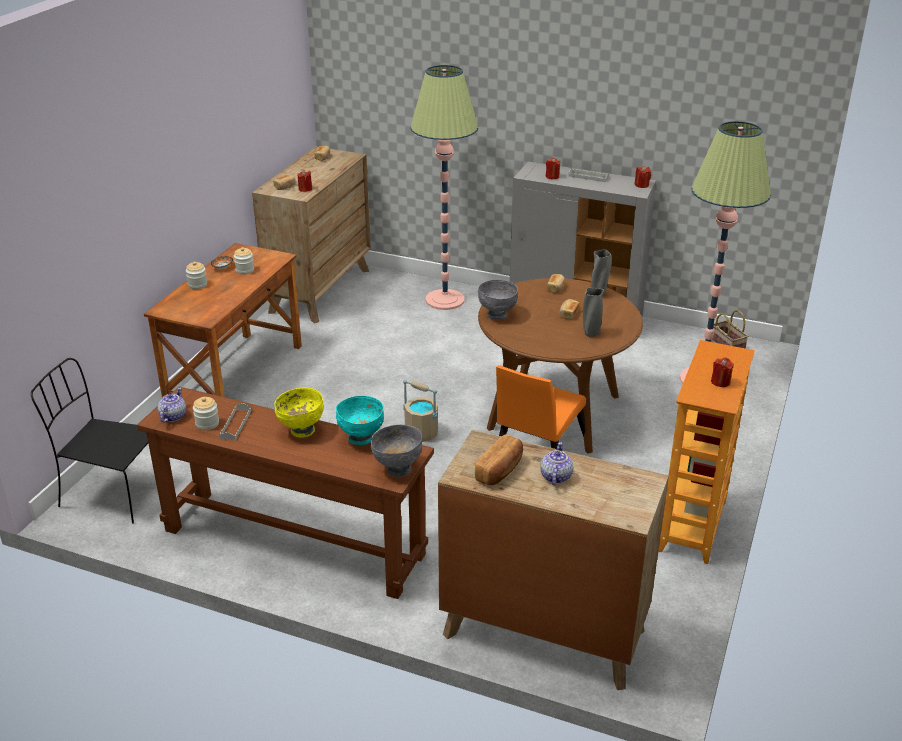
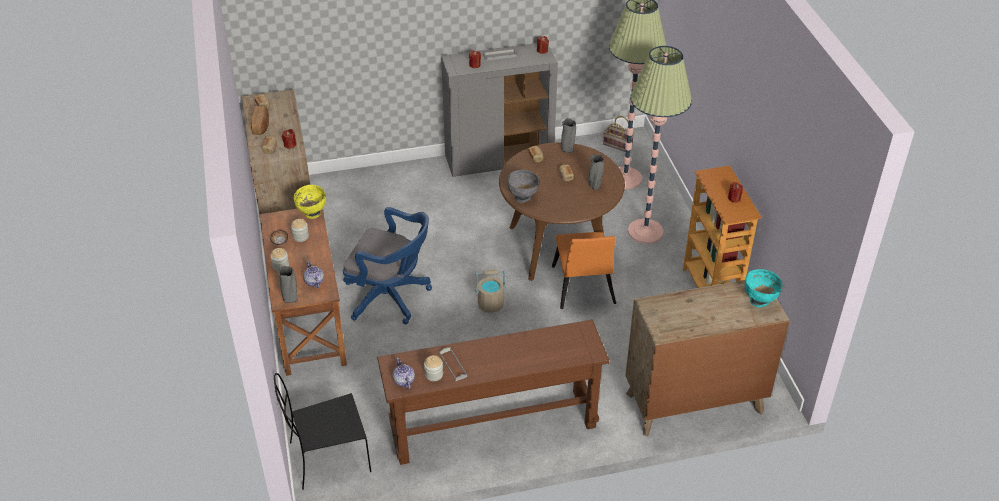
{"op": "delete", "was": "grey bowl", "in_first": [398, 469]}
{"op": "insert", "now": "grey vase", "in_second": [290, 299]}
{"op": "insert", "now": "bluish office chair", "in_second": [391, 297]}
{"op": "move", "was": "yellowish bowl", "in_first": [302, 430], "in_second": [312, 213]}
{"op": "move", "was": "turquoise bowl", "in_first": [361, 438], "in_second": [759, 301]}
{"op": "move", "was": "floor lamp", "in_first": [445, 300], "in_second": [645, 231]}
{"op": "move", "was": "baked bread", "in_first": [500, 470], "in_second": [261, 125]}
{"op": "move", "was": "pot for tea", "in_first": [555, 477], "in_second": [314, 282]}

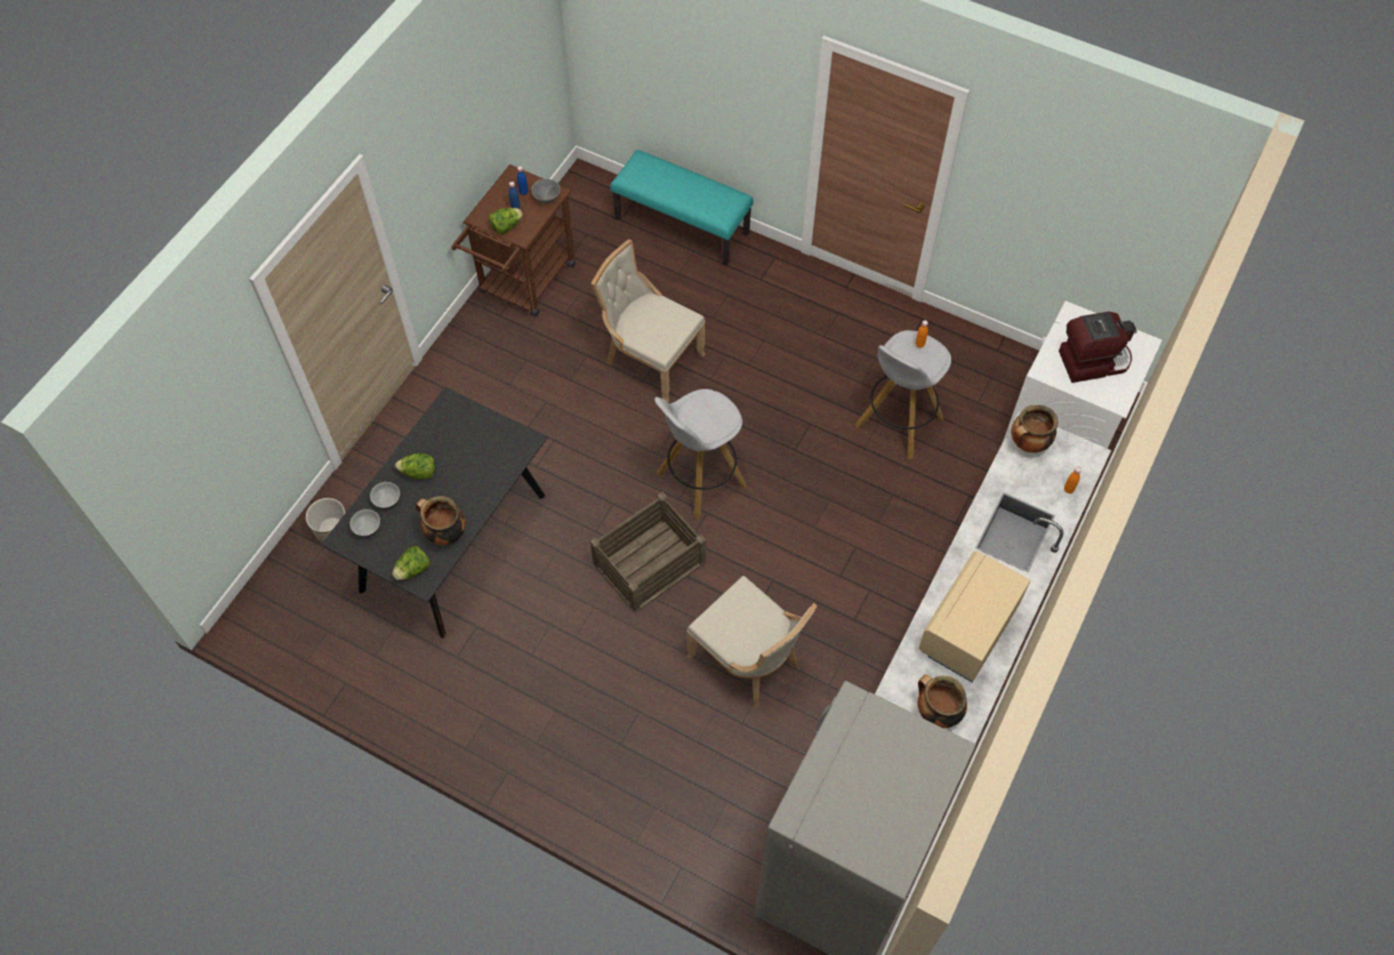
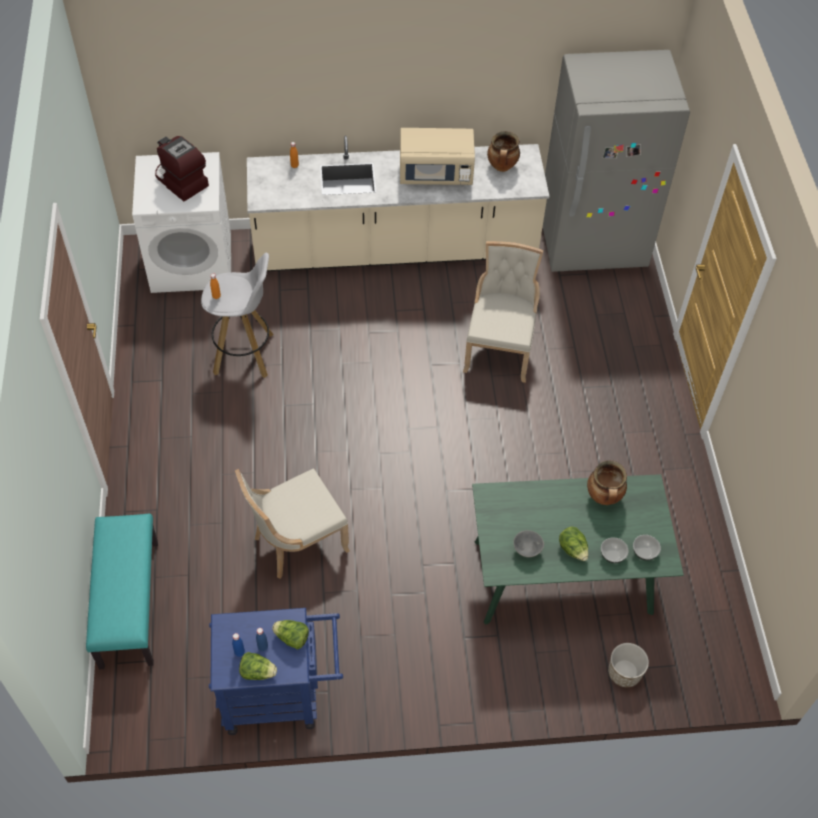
{"op": "delete", "was": "crate", "in_first": [648, 562]}
{"op": "delete", "was": "whitish stool seat", "in_first": [700, 480]}
{"op": "delete", "was": "saucepot", "in_first": [1028, 444]}
{"op": "move", "was": "head of lettuce", "in_first": [413, 570], "in_second": [257, 672]}
{"op": "move", "was": "grey bowl", "in_first": [547, 198], "in_second": [527, 549]}
{"op": "recolor", "was": "black dining table", "now": "green dining table", "in_first": [454, 543], "in_second": [563, 575]}
{"op": "recolor", "was": "brown trolley", "now": "bluish trolley", "in_first": [523, 284], "in_second": [280, 695]}
{"op": "rotate", "was": "sand-coloured chair", "in_first": [650, 360], "in_second": [296, 543], "clockwise": 60}

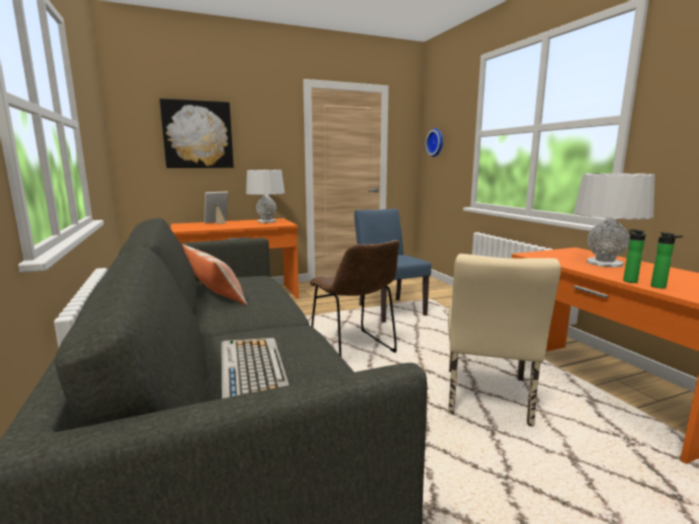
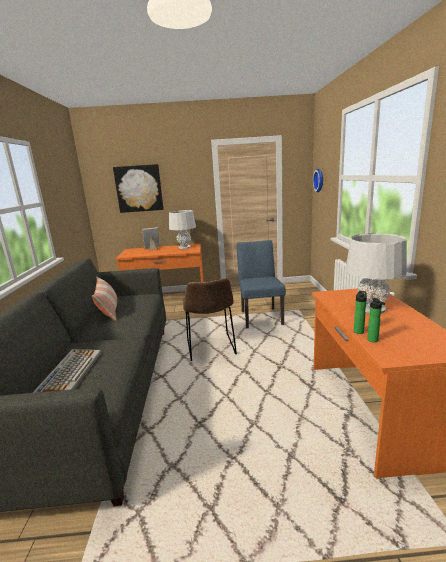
{"op": "delete", "was": "sand-coloured chair", "in_first": [487, 400]}

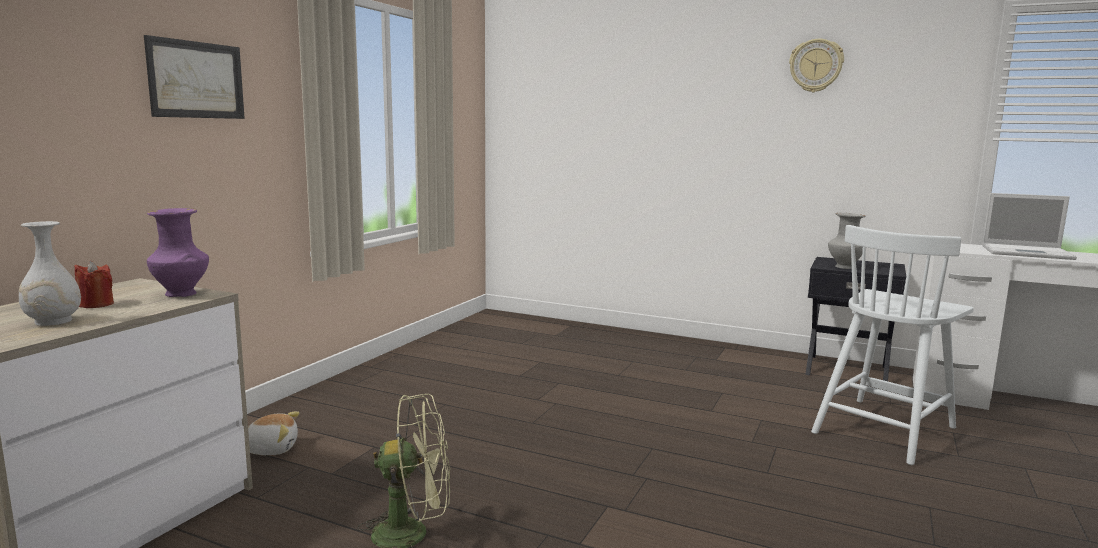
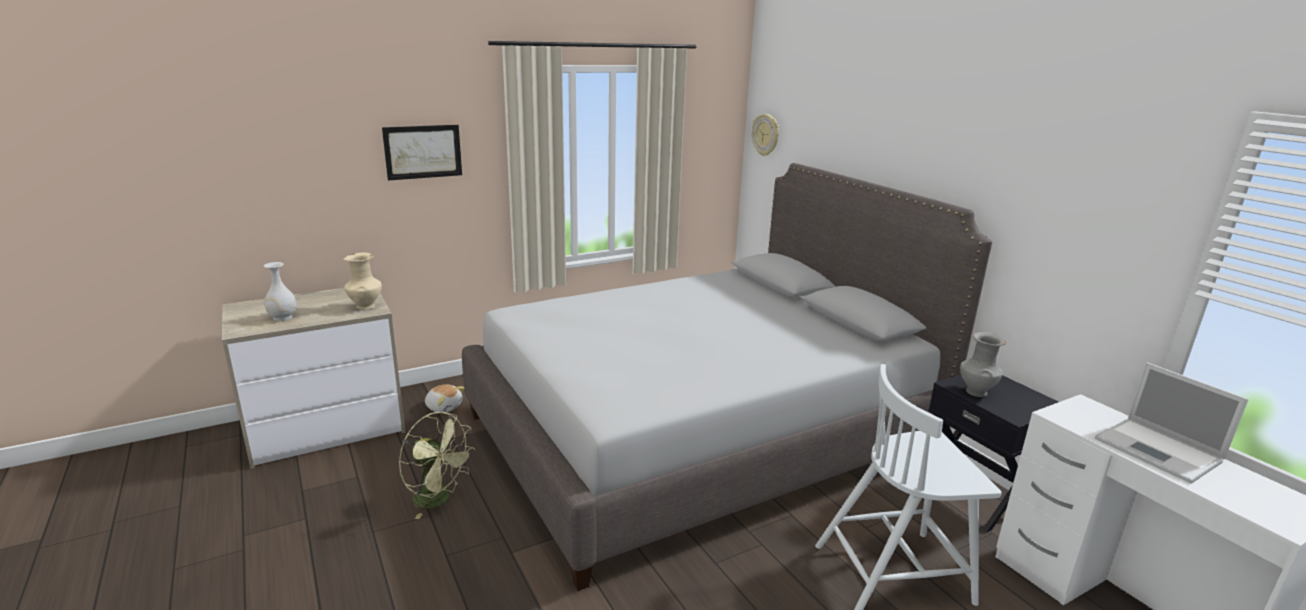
{"op": "delete", "was": "reddish wax candle", "in_first": [96, 304]}
{"op": "insert", "now": "grey bed", "in_second": [700, 435]}
{"op": "move", "was": "clock on the wall", "in_first": [816, 65], "in_second": [766, 135]}
{"op": "recolor", "was": "purplish vase", "now": "sand-coloured vase", "in_first": [182, 294], "in_second": [366, 307]}

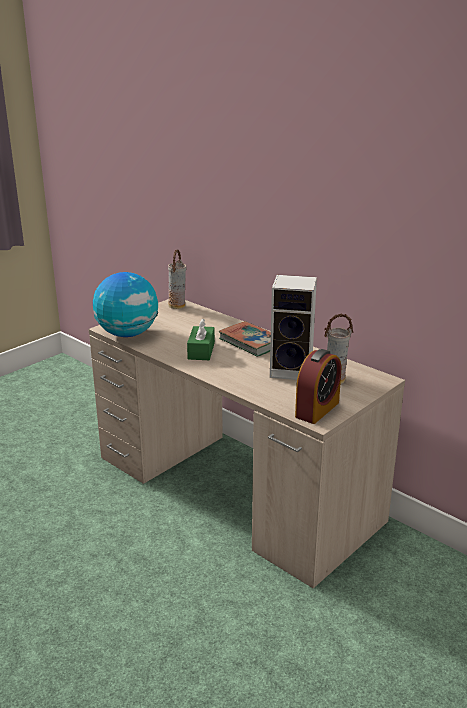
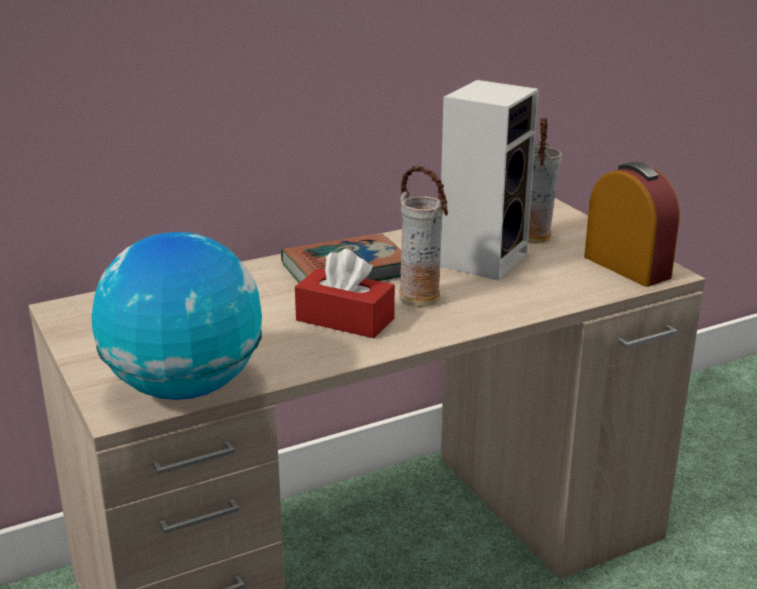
{"op": "move", "was": "vase", "in_first": [177, 306], "in_second": [420, 298]}
{"op": "recolor", "was": "green tissue box", "now": "reddish tissue box", "in_first": [201, 351], "in_second": [345, 319]}

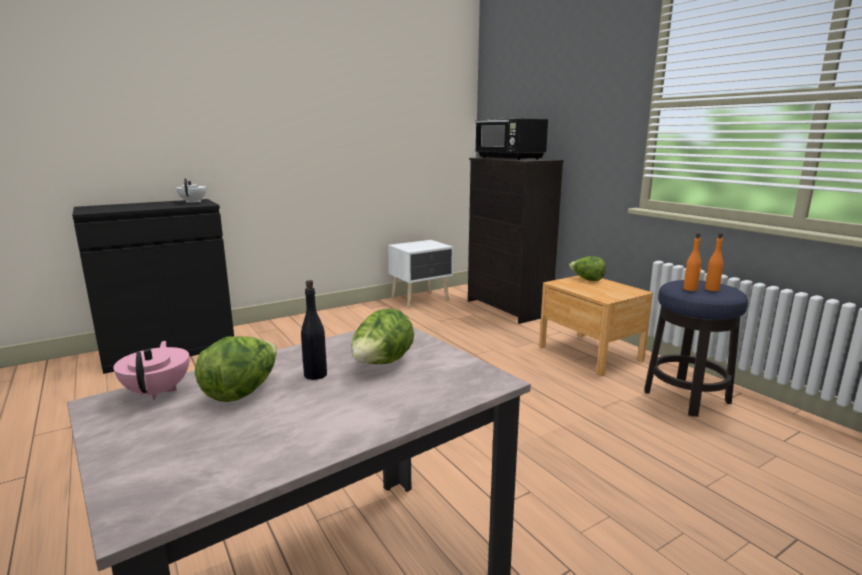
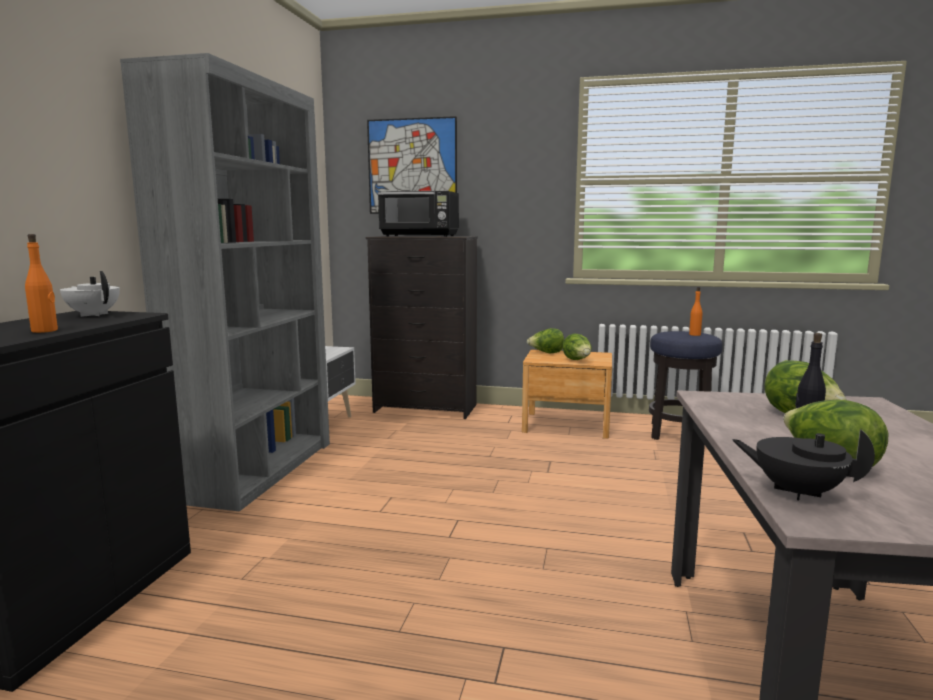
{"op": "insert", "now": "grey shelving unit", "in_second": [258, 469]}
{"op": "insert", "now": "picture", "in_second": [412, 166]}
{"op": "insert", "now": "head of lettuce", "in_second": [577, 360]}
{"op": "move", "was": "orange-coloured drink bottle", "in_first": [690, 289], "in_second": [45, 331]}
{"op": "recolor", "was": "pinkish pot for tea", "now": "black pot for tea", "in_first": [158, 391], "in_second": [796, 492]}

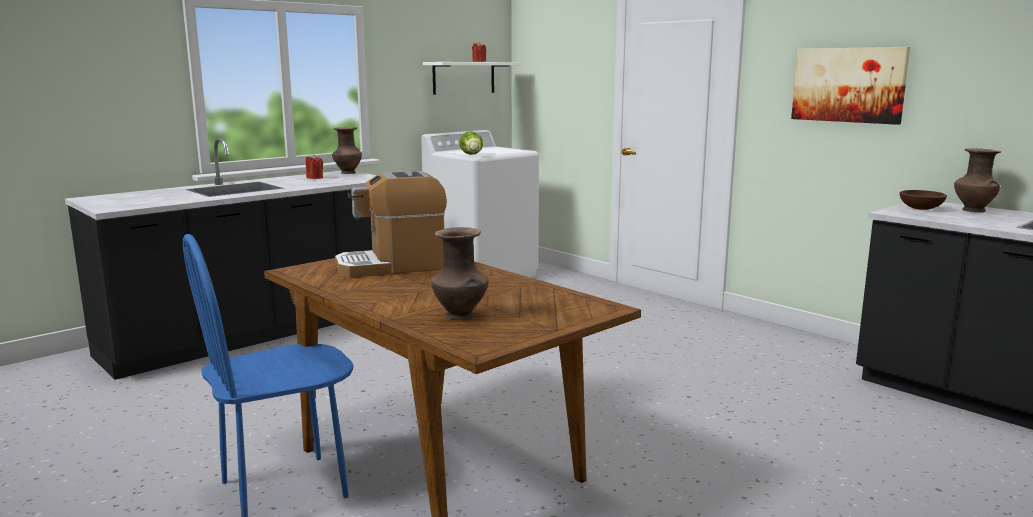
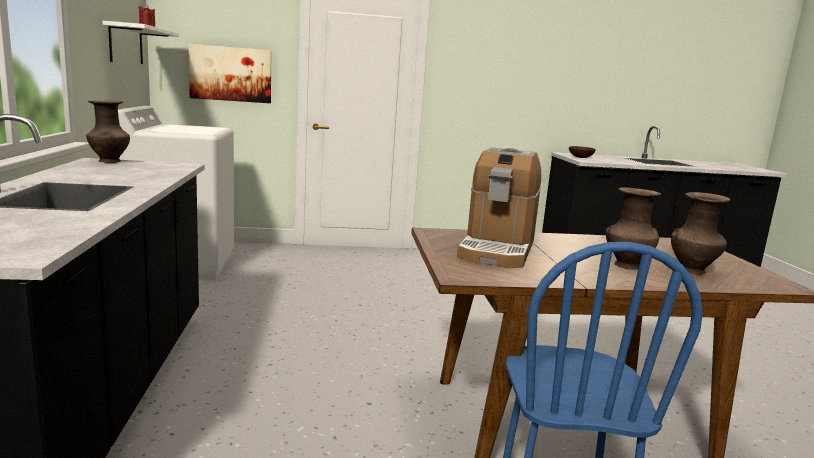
{"op": "delete", "was": "reddish wax candle", "in_first": [314, 178]}
{"op": "delete", "was": "head of lettuce", "in_first": [472, 155]}
{"op": "move", "was": "picture", "in_first": [848, 85], "in_second": [231, 74]}
{"op": "move", "was": "brown vase", "in_first": [972, 210], "in_second": [626, 265]}

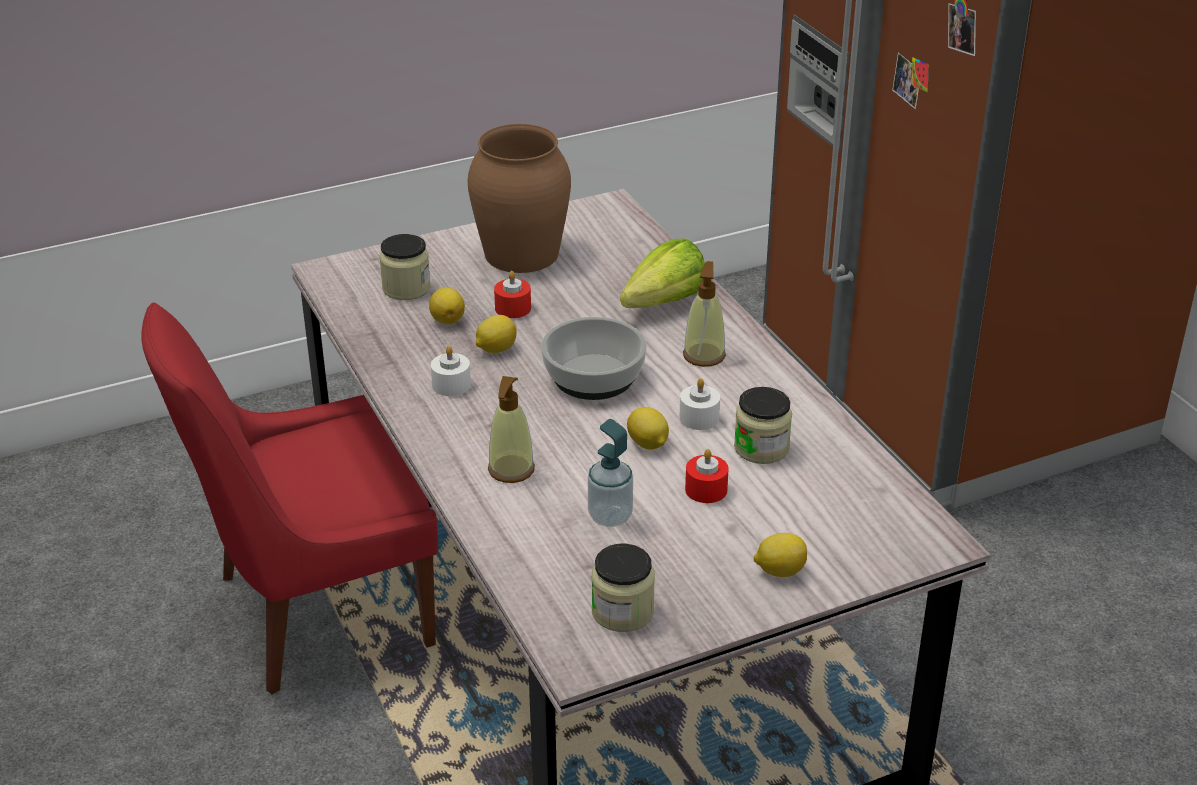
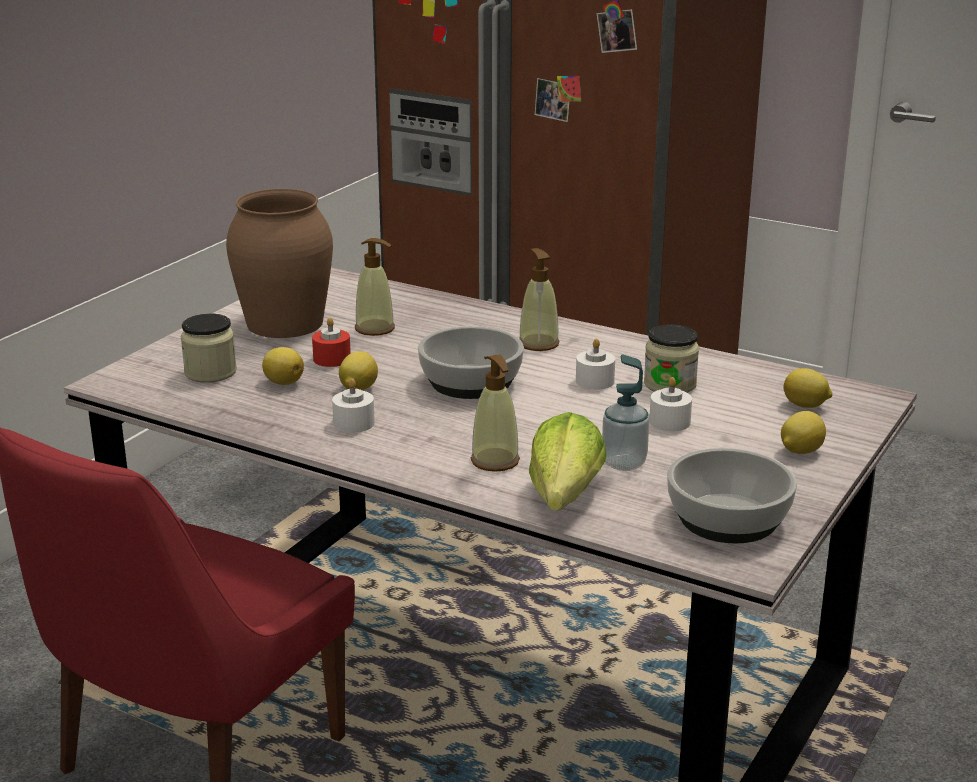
{"op": "insert", "now": "liquid soap bottle", "in_second": [375, 329]}
{"op": "move", "was": "head of lettuce", "in_first": [656, 306], "in_second": [559, 504]}
{"op": "move", "was": "citrus fruit", "in_first": [648, 444], "in_second": [806, 405]}
{"op": "replace", "was": "preserve jar", "now": "bowl", "in_first": [622, 612], "in_second": [729, 518]}
{"op": "recolor", "was": "reddish wax candle", "now": "whitish wax candle", "in_first": [706, 489], "in_second": [669, 422]}

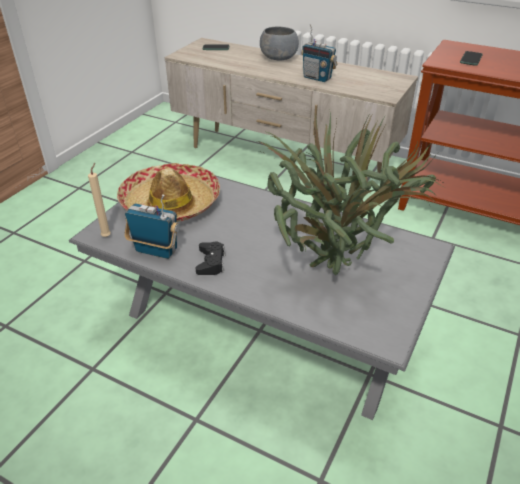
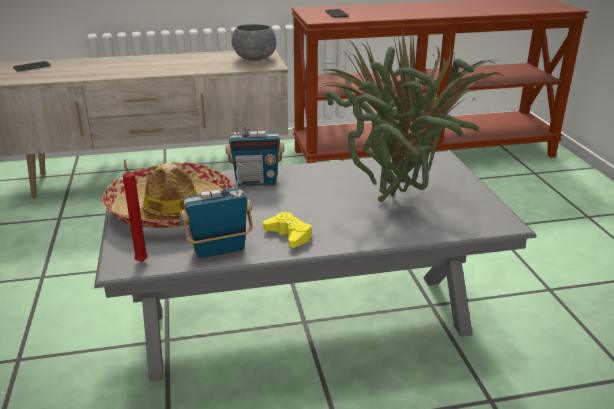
{"op": "move", "was": "grey bowl", "in_first": [279, 58], "in_second": [255, 58]}
{"op": "move", "was": "radio receiver", "in_first": [317, 78], "in_second": [256, 181]}
{"op": "recolor", "was": "sand-coloured wax candle", "now": "reddish wax candle", "in_first": [107, 236], "in_second": [141, 260]}
{"op": "recolor", "was": "black game controller", "now": "yellowish game controller", "in_first": [211, 262], "in_second": [289, 235]}

